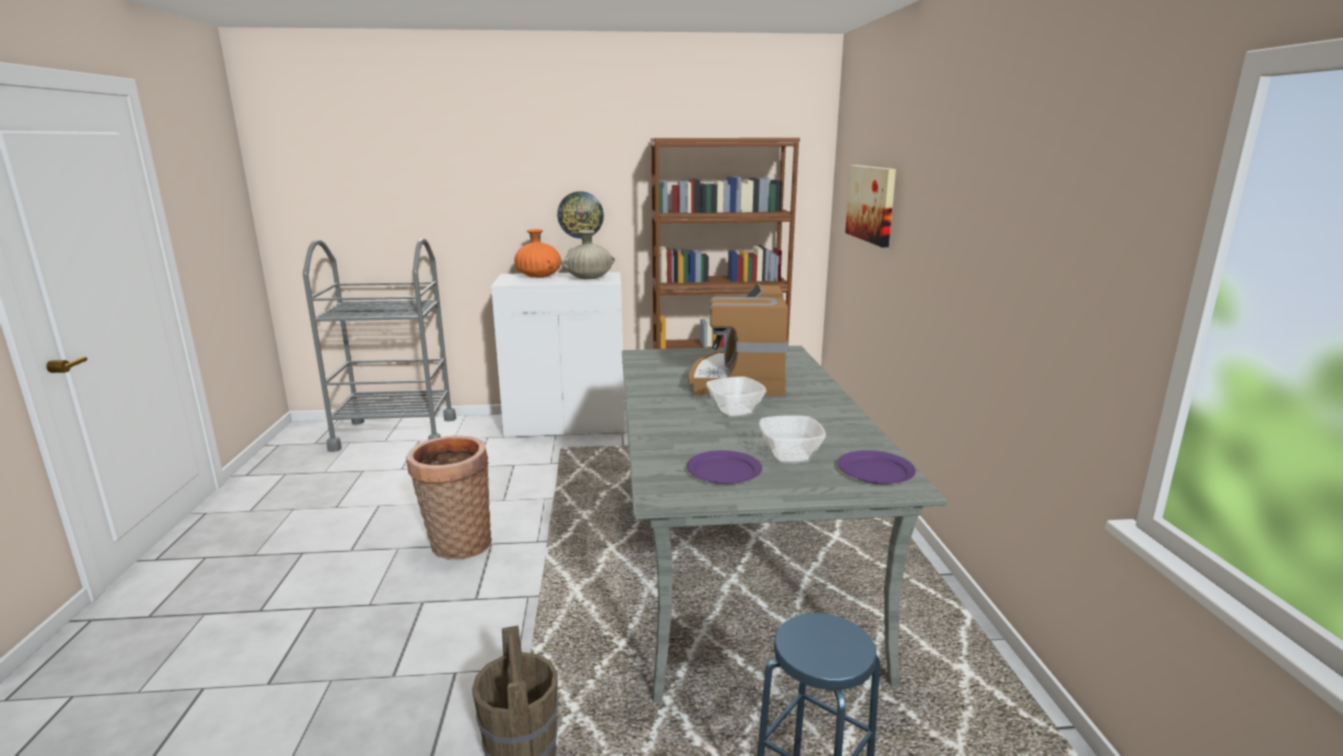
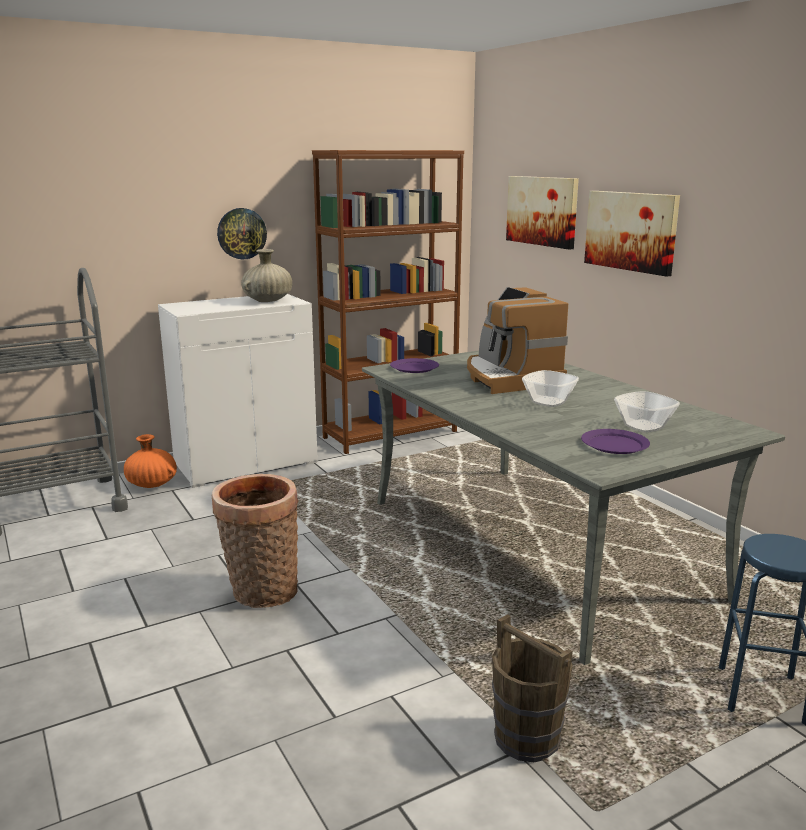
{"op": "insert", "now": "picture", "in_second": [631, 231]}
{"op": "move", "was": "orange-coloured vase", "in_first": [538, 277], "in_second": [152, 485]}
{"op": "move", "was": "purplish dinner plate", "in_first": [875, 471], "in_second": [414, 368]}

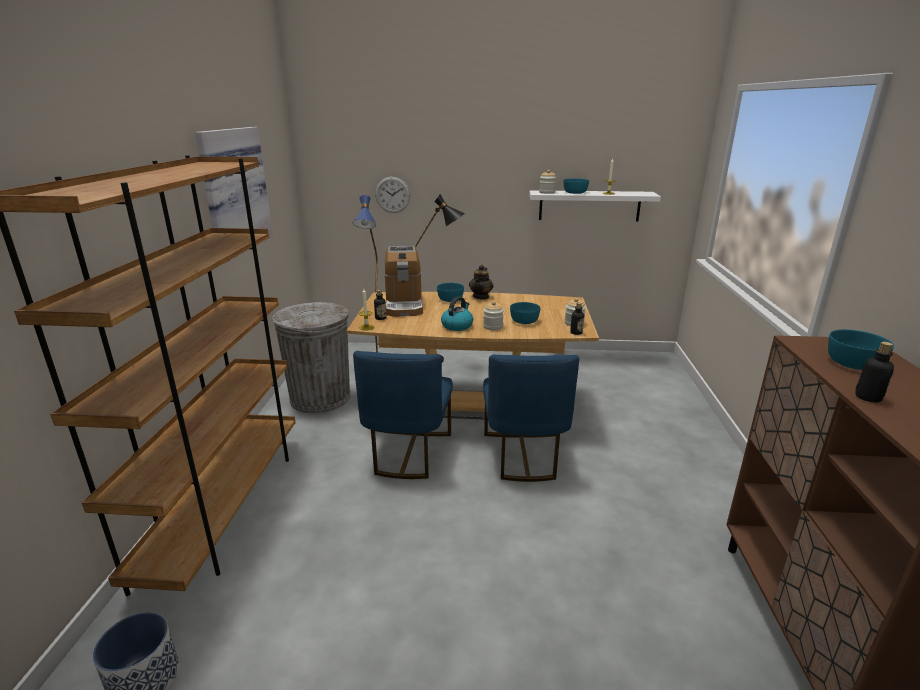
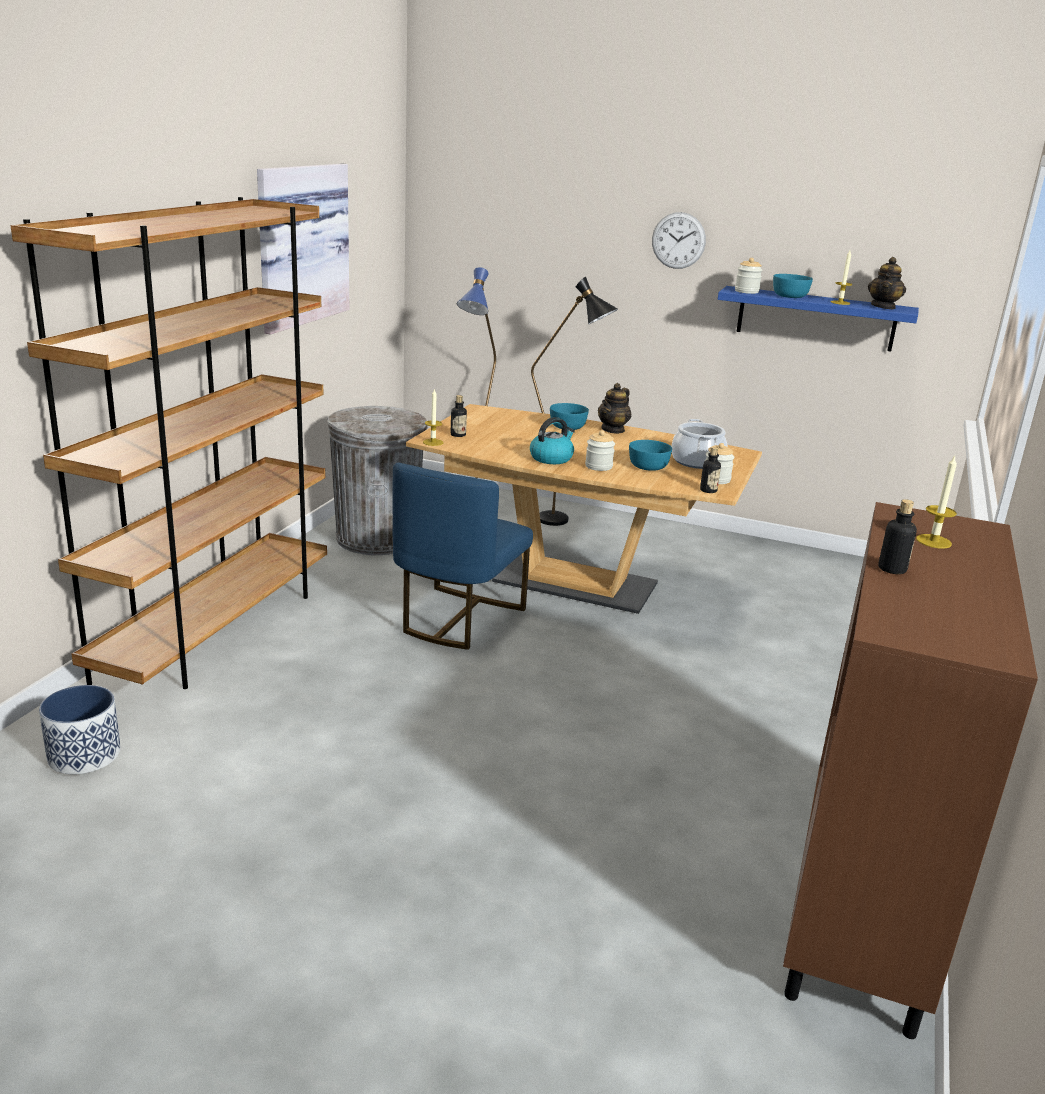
{"op": "delete", "was": "coffee maker", "in_first": [404, 305]}
{"op": "delete", "was": "bluish chair", "in_first": [523, 455]}
{"op": "insert", "now": "saucepot", "in_second": [697, 462]}
{"op": "insert", "now": "pot for tea", "in_second": [883, 307]}
{"op": "move", "was": "clock on the wall", "in_first": [392, 194], "in_second": [678, 240]}
{"op": "replace", "was": "turquoise bowl", "now": "wax candle", "in_first": [854, 363], "in_second": [933, 541]}
{"op": "recolor", "was": "whitish wall shelf", "now": "bluish wall shelf", "in_first": [589, 205], "in_second": [816, 318]}

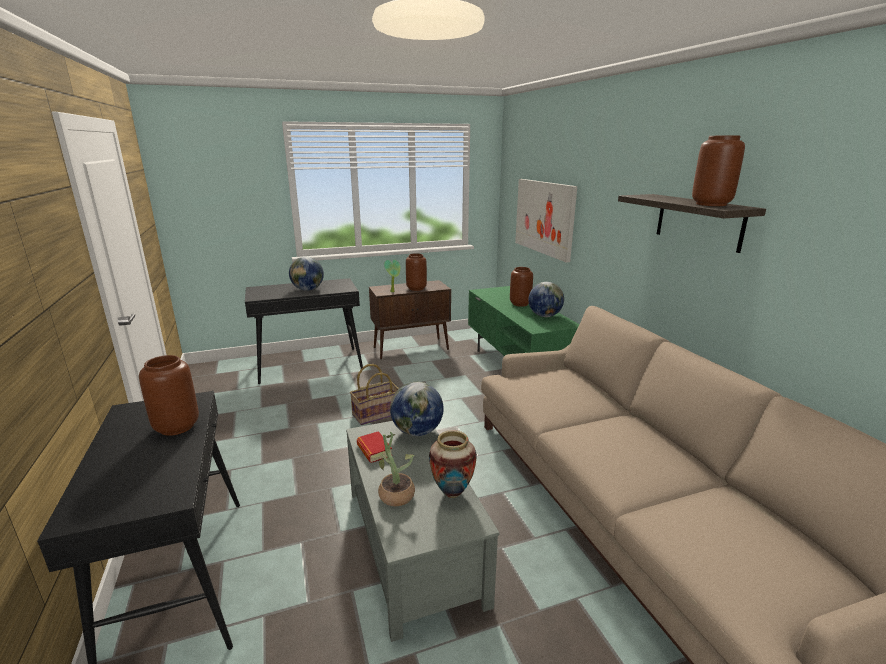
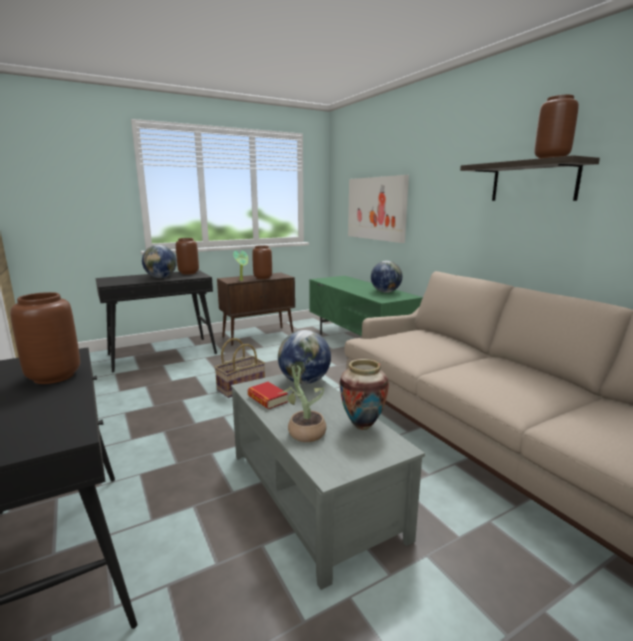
{"op": "move", "was": "brown vase", "in_first": [520, 304], "in_second": [189, 273]}

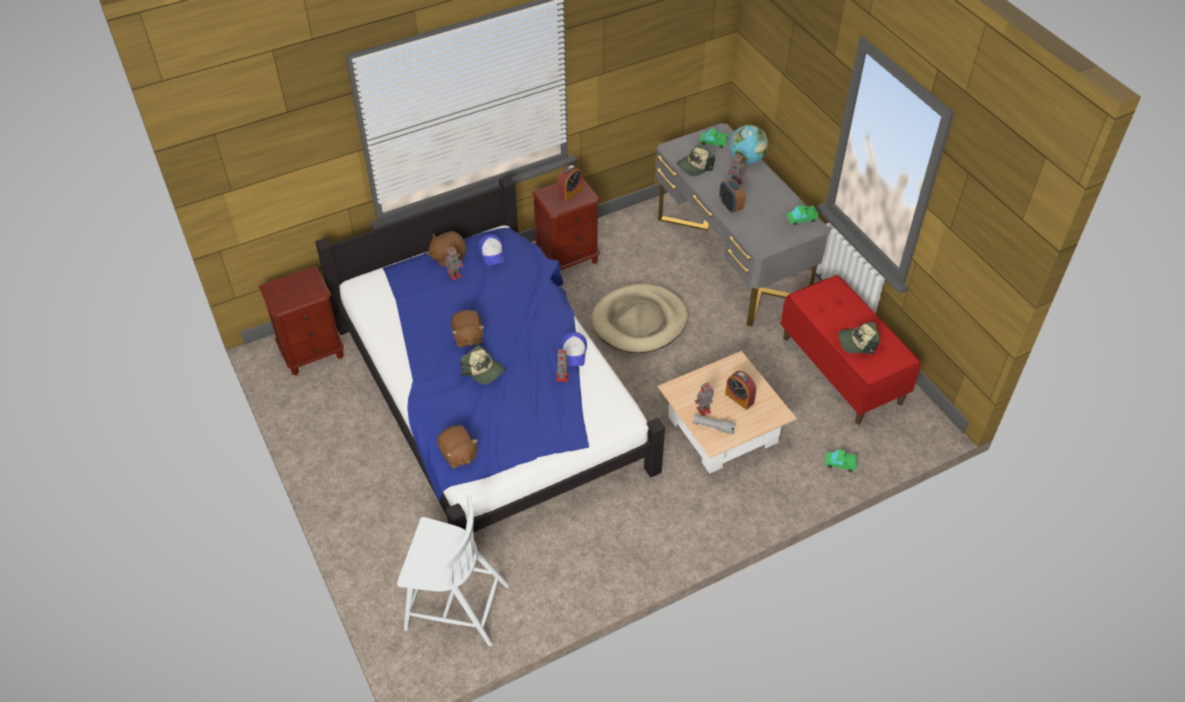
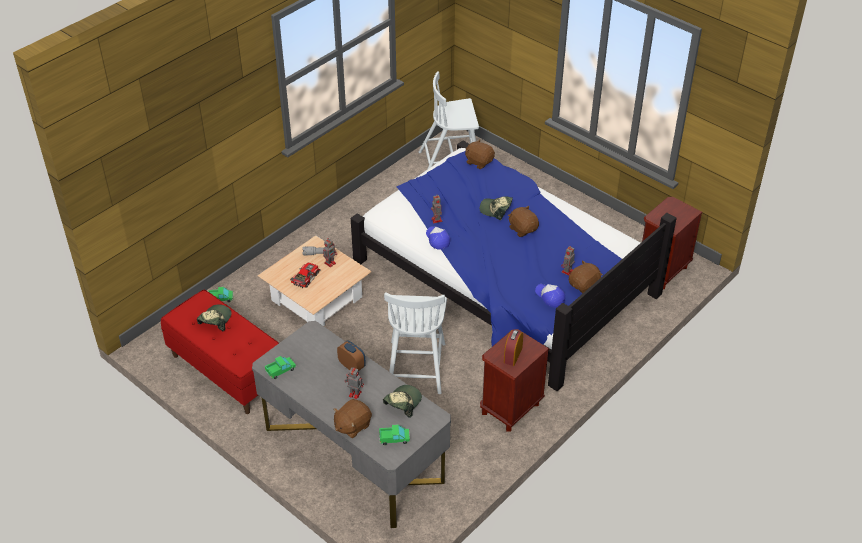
{"op": "replace", "was": "sand-coloured pet bed", "now": "whitish chair", "in_first": [639, 322], "in_second": [416, 366]}
{"op": "replace", "was": "bedside clock", "now": "model car", "in_first": [739, 398], "in_second": [305, 277]}
{"op": "replace", "was": "desk globe", "now": "brown cuddly toy", "in_first": [746, 159], "in_second": [352, 426]}
{"op": "rotate", "was": "peaked cap", "in_first": [857, 342], "in_second": [215, 320], "clockwise": -45}

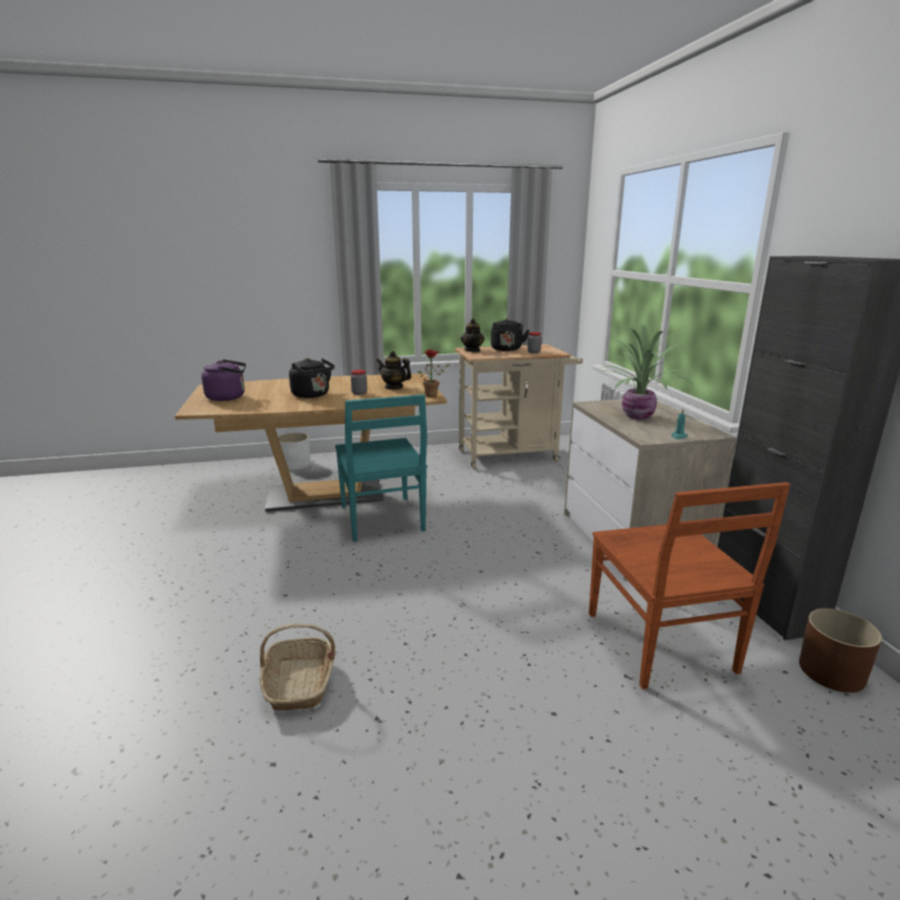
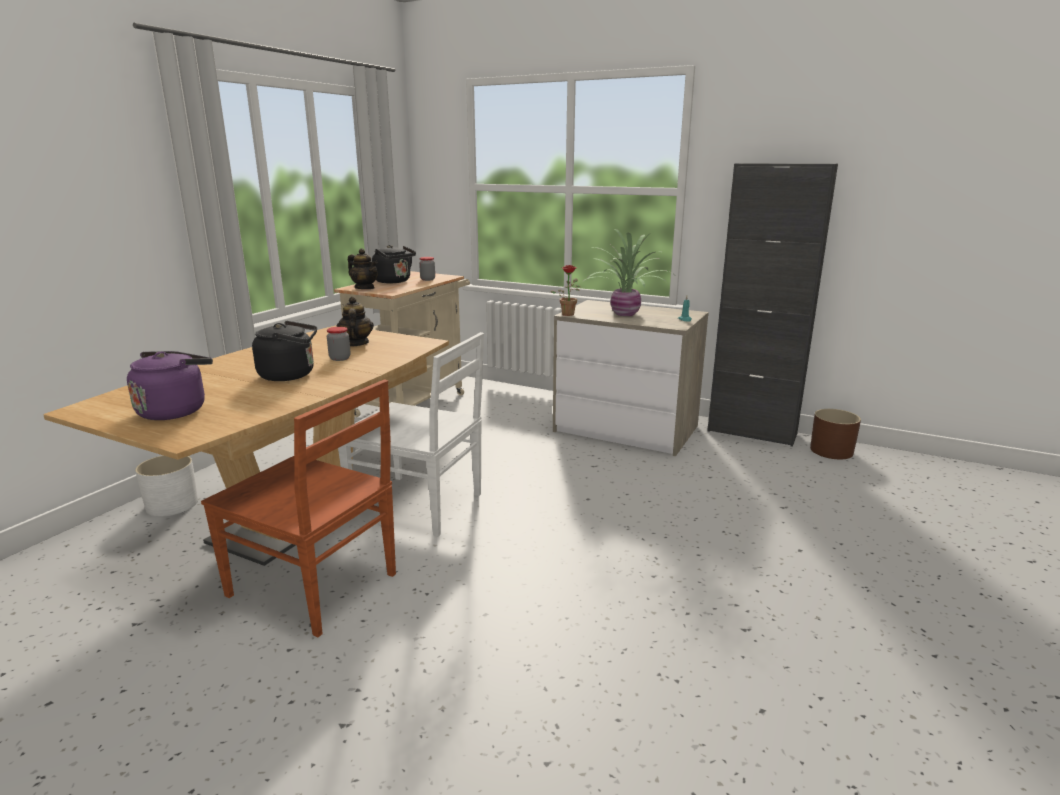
{"op": "delete", "was": "basket", "in_first": [299, 683]}
{"op": "move", "was": "potted plant", "in_first": [433, 395], "in_second": [568, 313]}
{"op": "move", "was": "brown chair", "in_first": [661, 644], "in_second": [315, 586]}
{"op": "recolor", "was": "turquoise chair", "now": "whitish chair", "in_first": [382, 519], "in_second": [419, 505]}
{"op": "rotate", "was": "pot for tea", "in_first": [394, 387], "in_second": [356, 344], "clockwise": 105}

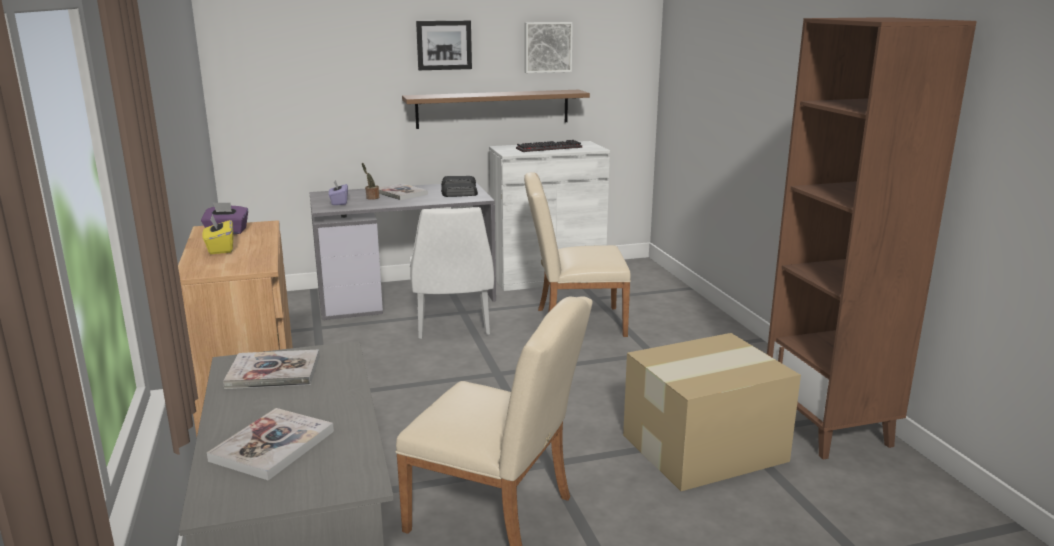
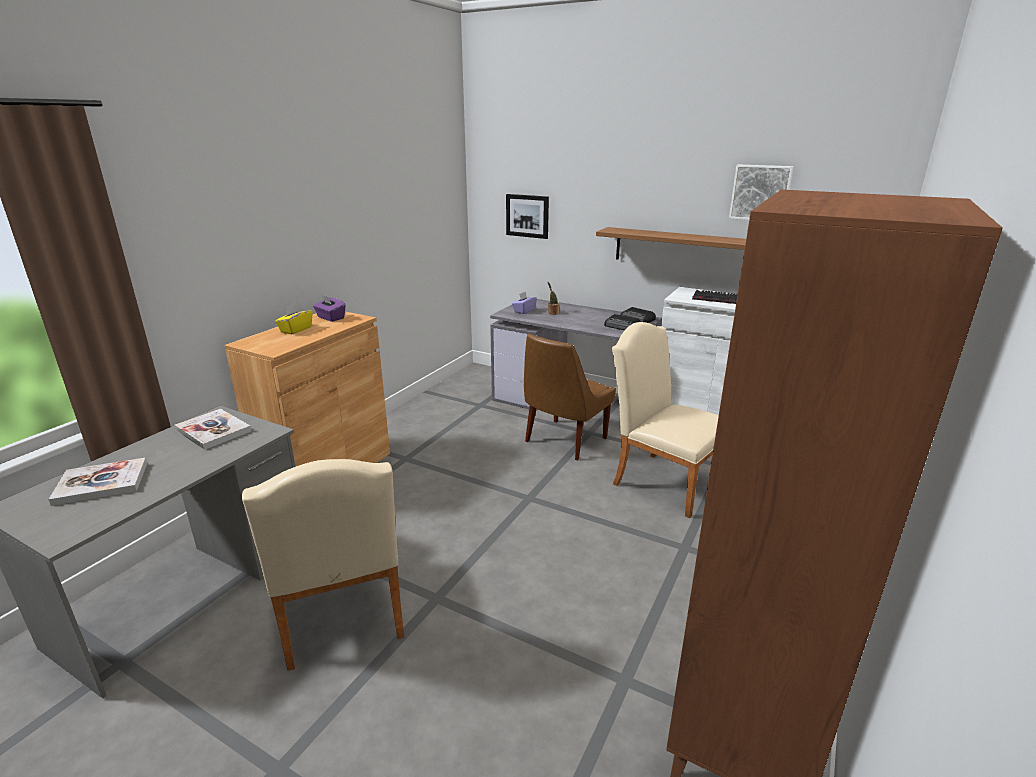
{"op": "delete", "was": "bound book", "in_first": [401, 193]}
{"op": "delete", "was": "cardboard box", "in_first": [706, 448]}
{"op": "move", "was": "picture", "in_first": [444, 45], "in_second": [527, 216]}
{"op": "recolor", "was": "whitish chair", "now": "brown chair", "in_first": [452, 326], "in_second": [564, 441]}

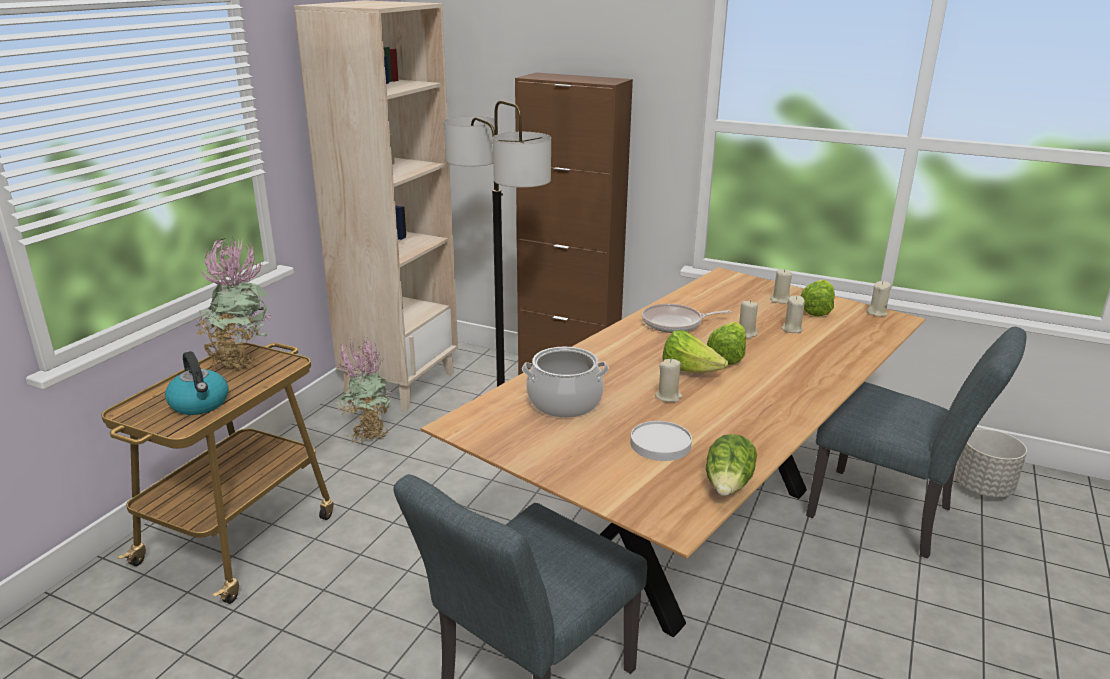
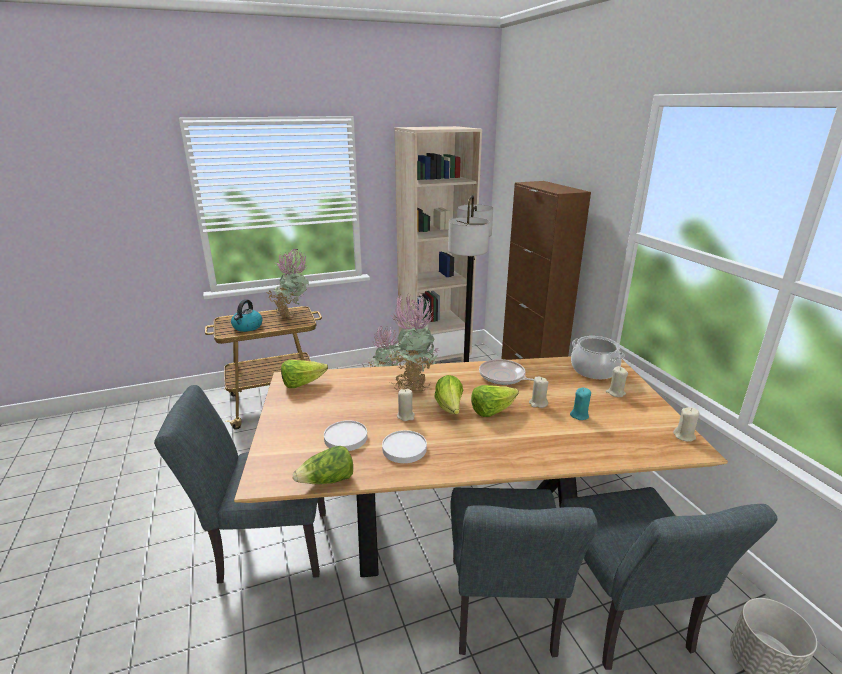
{"op": "insert", "now": "whitish dinner plate", "in_second": [404, 448]}
{"op": "insert", "now": "potted plant", "in_second": [412, 384]}
{"op": "insert", "now": "grey chair", "in_second": [502, 614]}
{"op": "move", "was": "saucepot", "in_first": [564, 402], "in_second": [594, 370]}
{"op": "move", "was": "head of lettuce", "in_first": [816, 310], "in_second": [302, 384]}
{"op": "recolor", "was": "sand-coloured wax candle", "now": "turquoise wax candle", "in_first": [791, 329], "in_second": [579, 415]}

